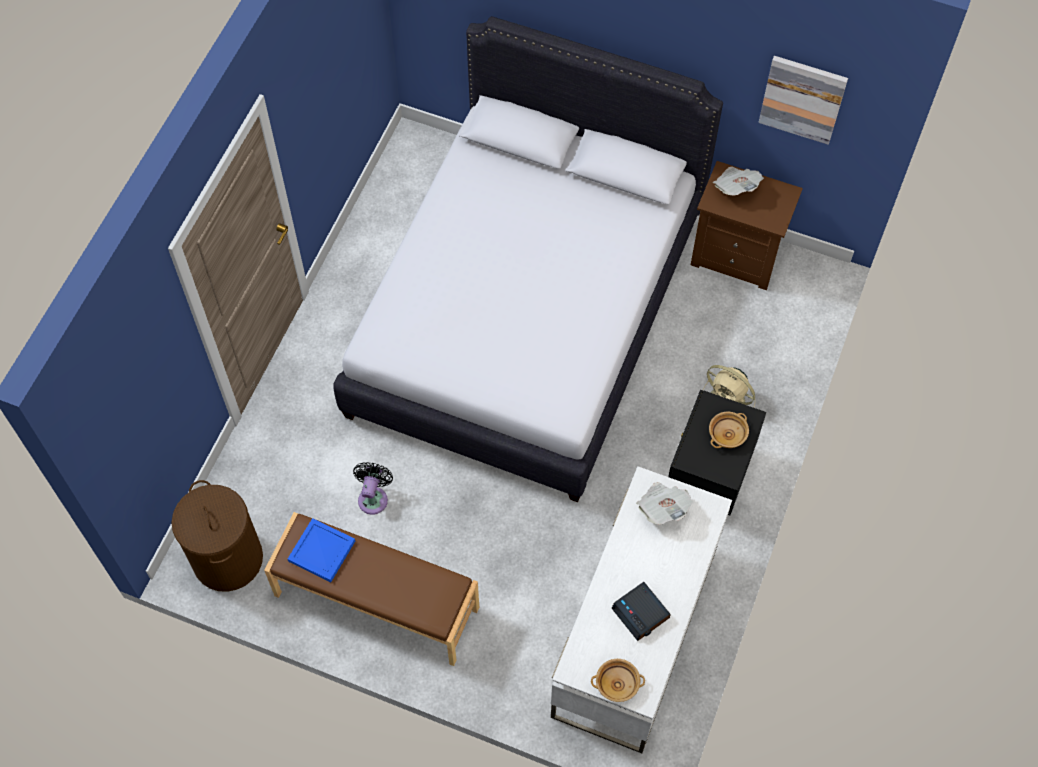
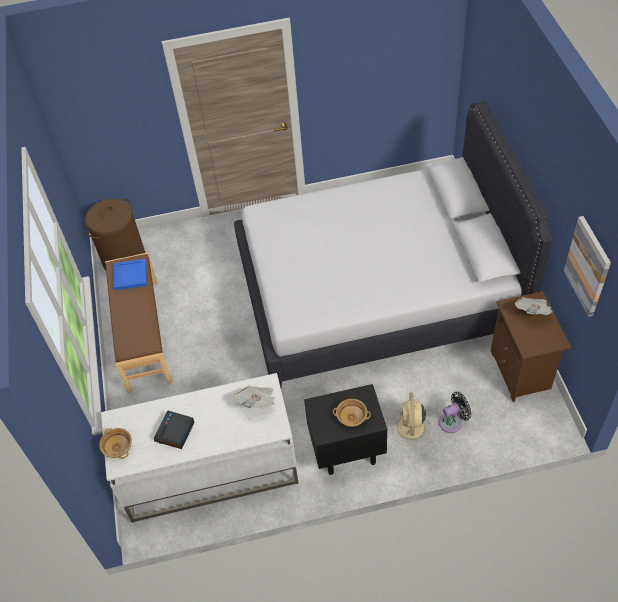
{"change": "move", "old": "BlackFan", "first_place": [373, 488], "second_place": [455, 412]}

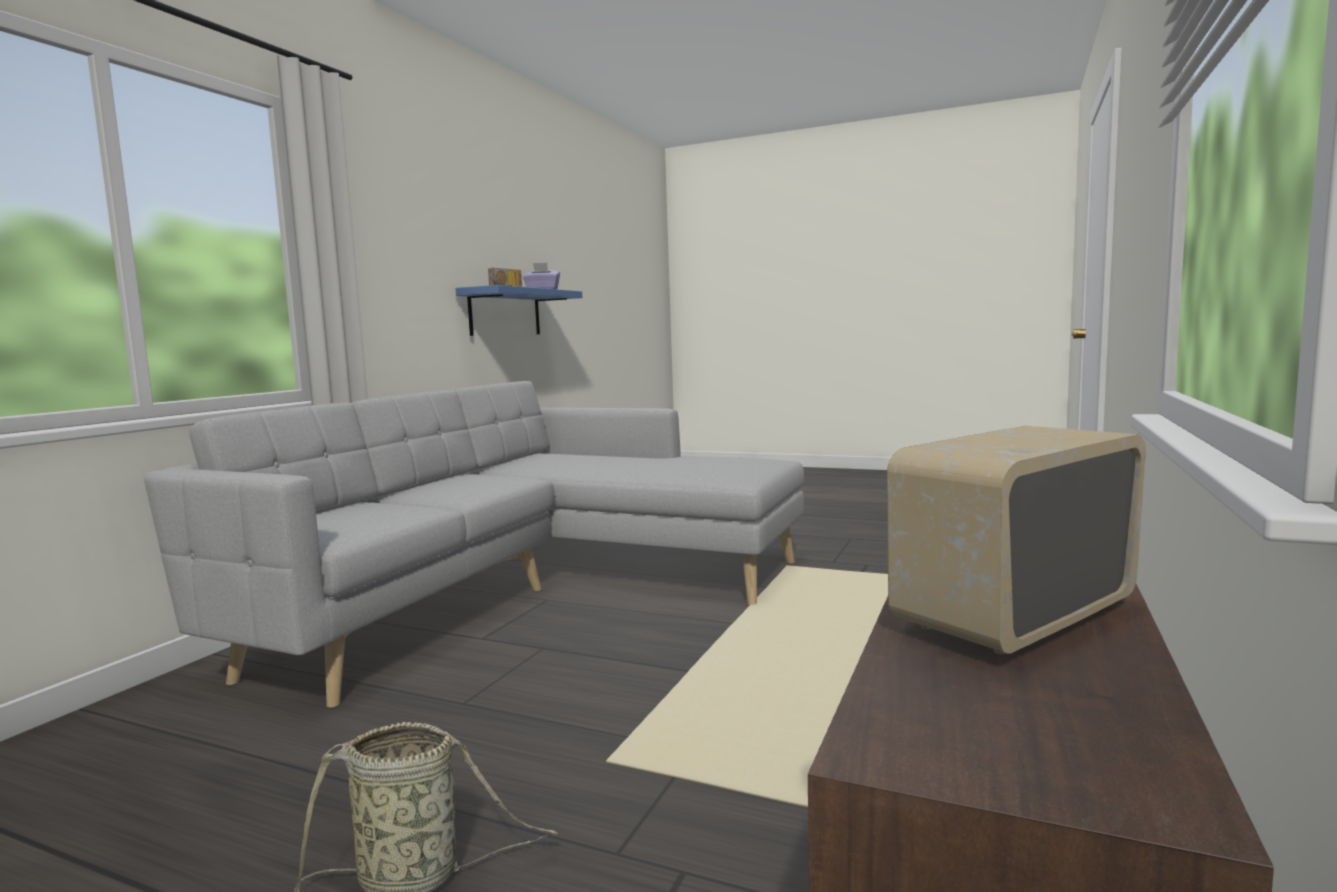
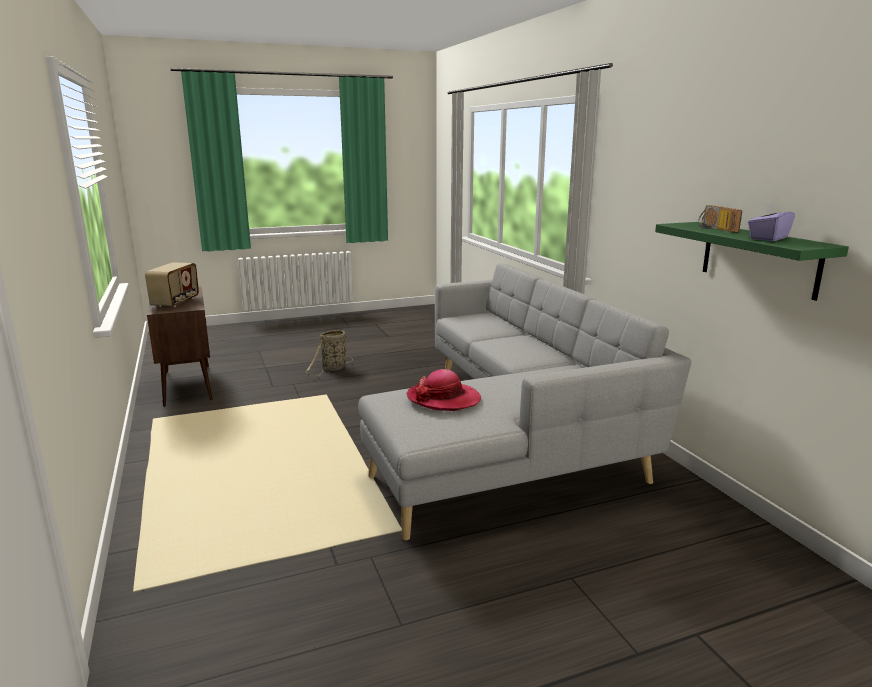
{"change": "recolor", "old": "BlueShelf", "new": "GreenShelf", "first_place": [518, 310], "second_place": [752, 261]}
{"change": "insert", "new": "Hat", "second_place": [444, 390]}

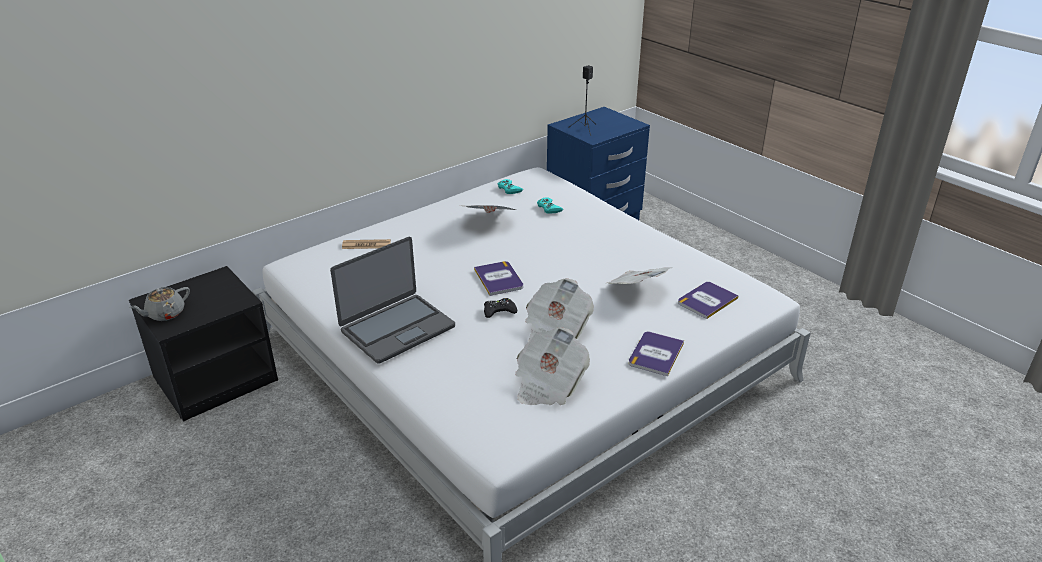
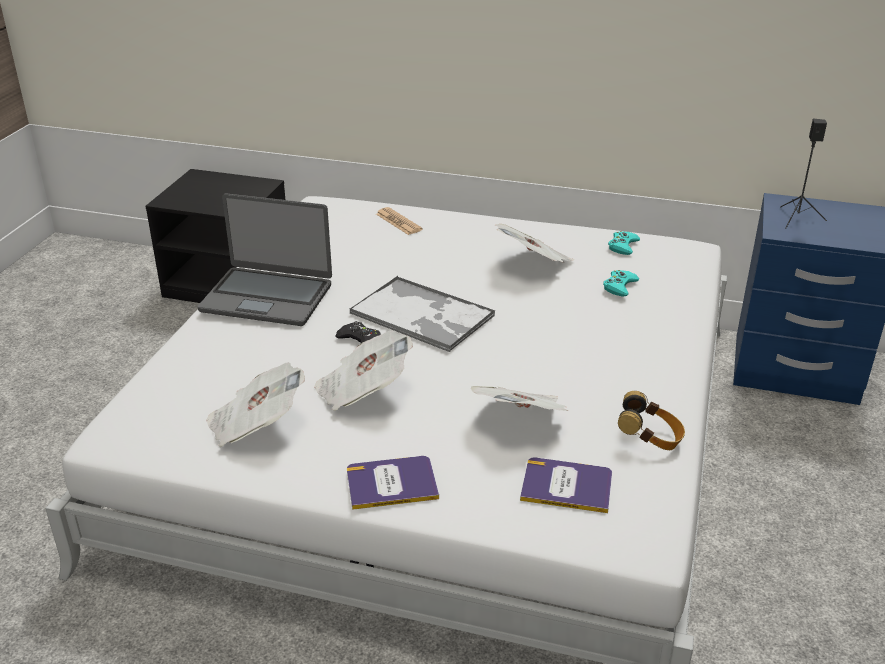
{"change": "replace", "old": "Book", "new": "Tray", "first_place": [498, 278], "second_place": [422, 314]}
{"change": "delete", "old": "GreyTeapot", "first_place": [159, 304]}
{"change": "insert", "new": "Headphones", "second_place": [651, 420]}

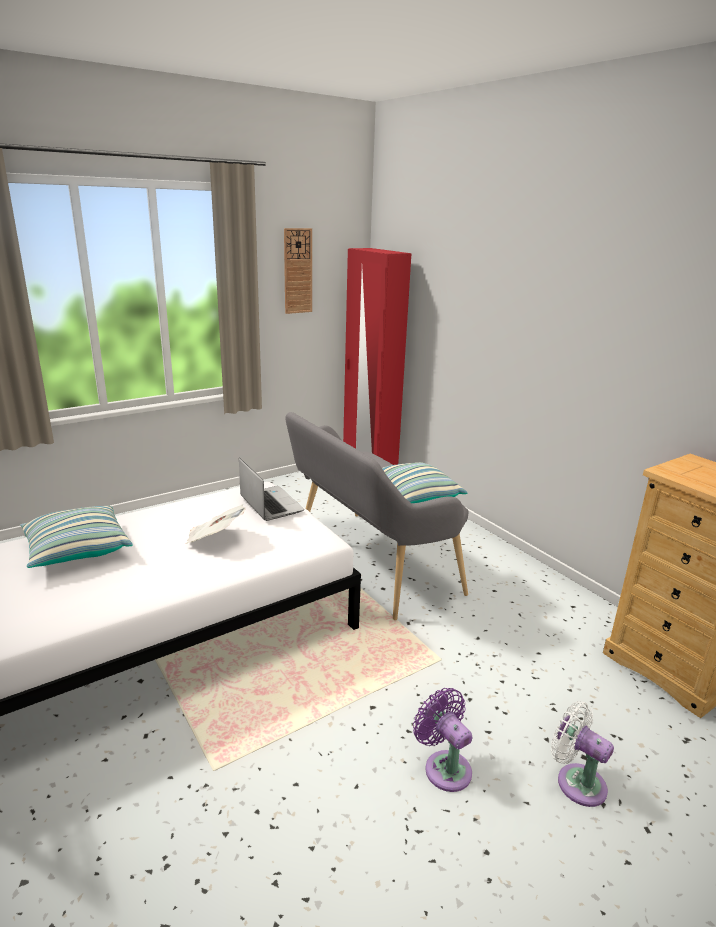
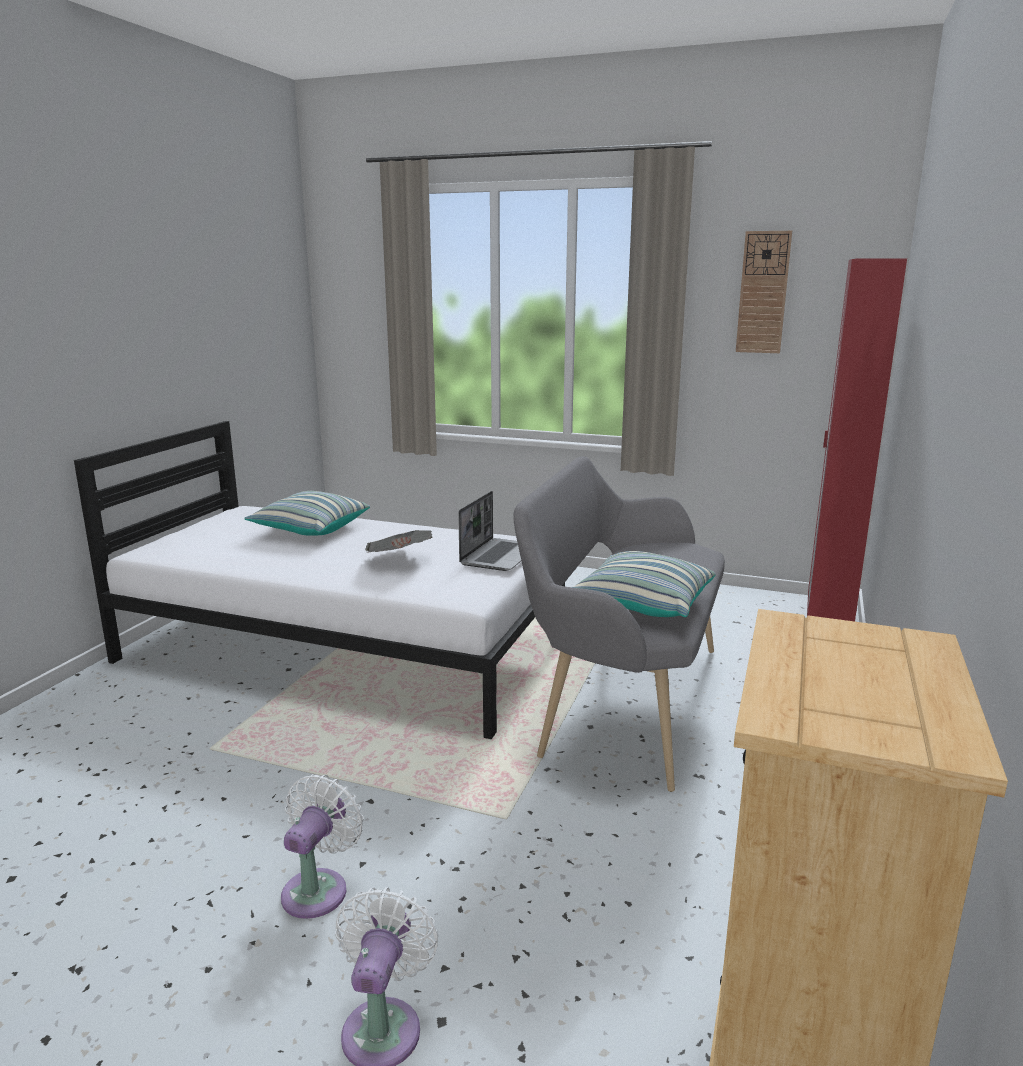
{"change": "recolor", "old": "PurpleFan", "new": "WhiteFan", "first_place": [442, 740], "second_place": [322, 846]}

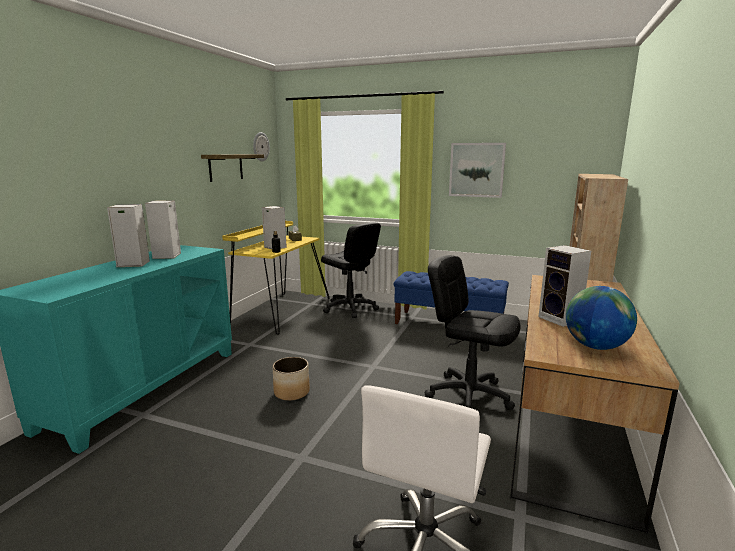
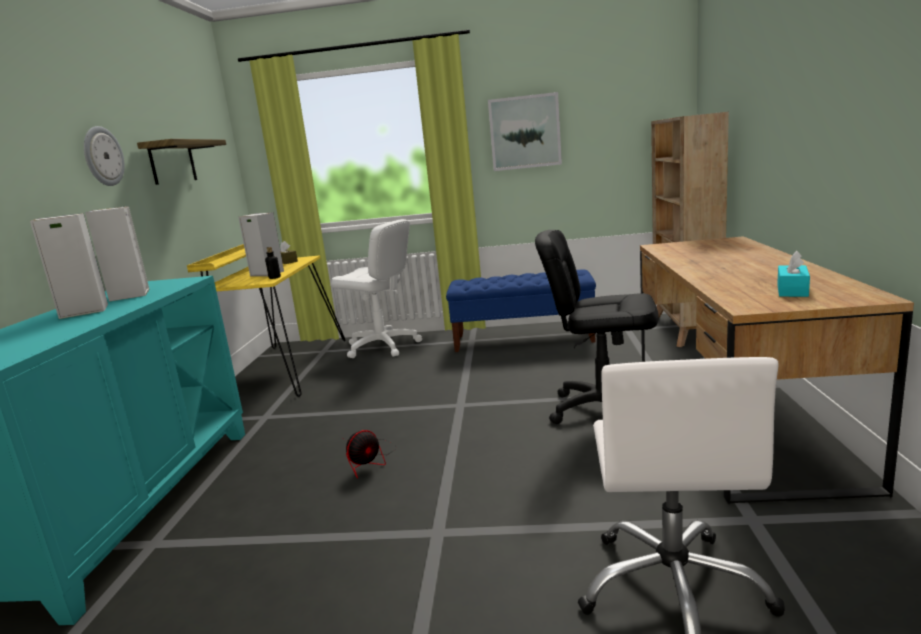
{"change": "move", "old": "WallClock", "first_place": [261, 146], "second_place": [104, 156]}
{"change": "recolor", "old": "BlackOfficeChair", "new": "WhiteOfficeChair", "first_place": [351, 270], "second_place": [376, 288]}
{"change": "delete", "old": "Speaker", "first_place": [565, 286]}
{"change": "replace", "old": "Globe", "new": "TurquoiseTissueBox", "first_place": [601, 318], "second_place": [793, 274]}
{"change": "replace", "old": "Planter", "new": "Fan", "first_place": [291, 379], "second_place": [370, 454]}

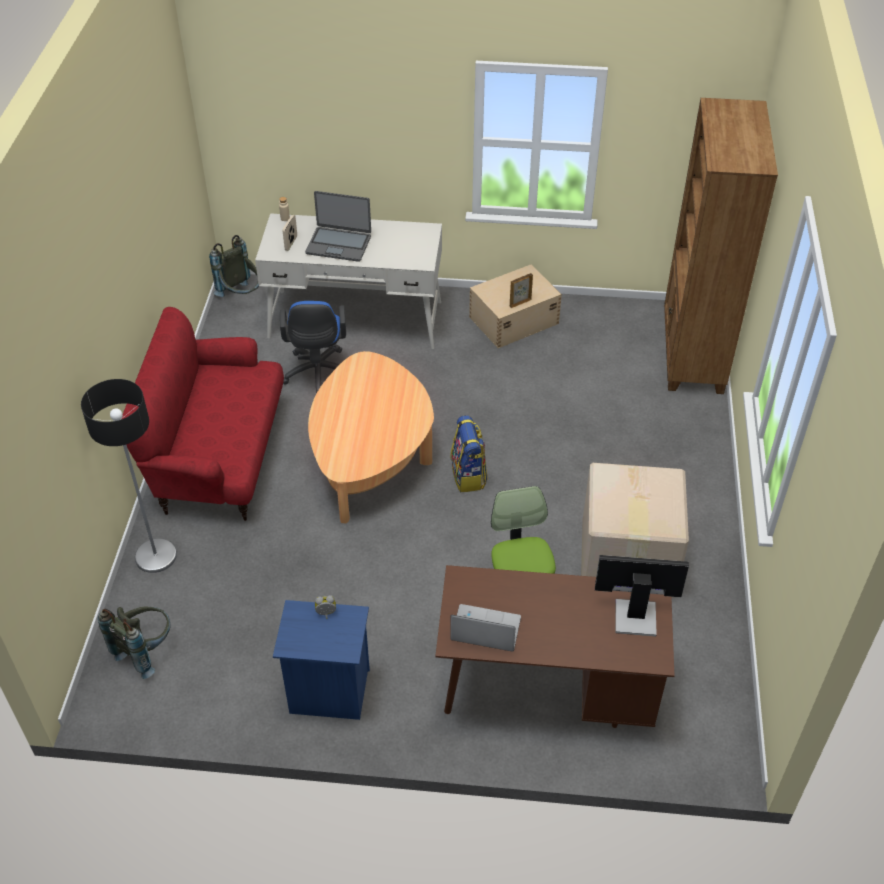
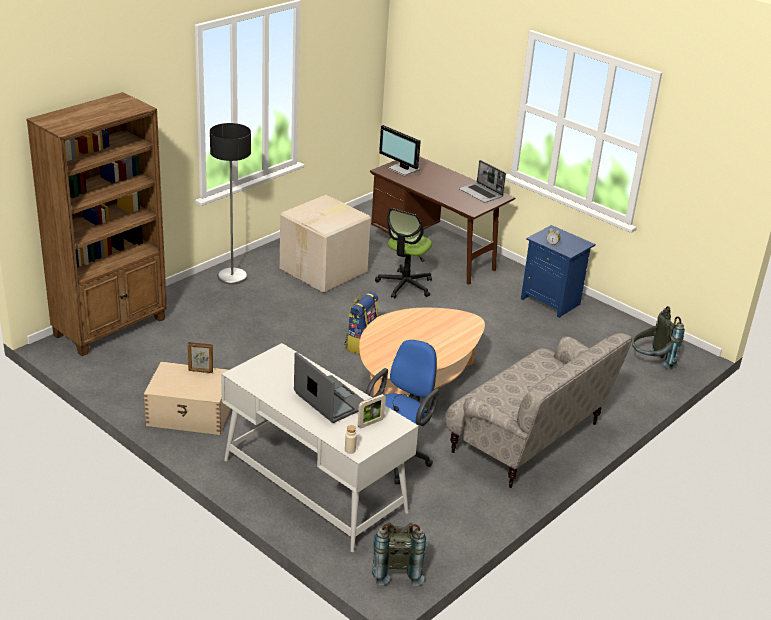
{"change": "recolor", "old": "RedSofa", "new": "BeigeSofa", "first_place": [203, 414], "second_place": [538, 410]}
{"change": "move", "old": "FloorLamp", "first_place": [129, 476], "second_place": [230, 203]}

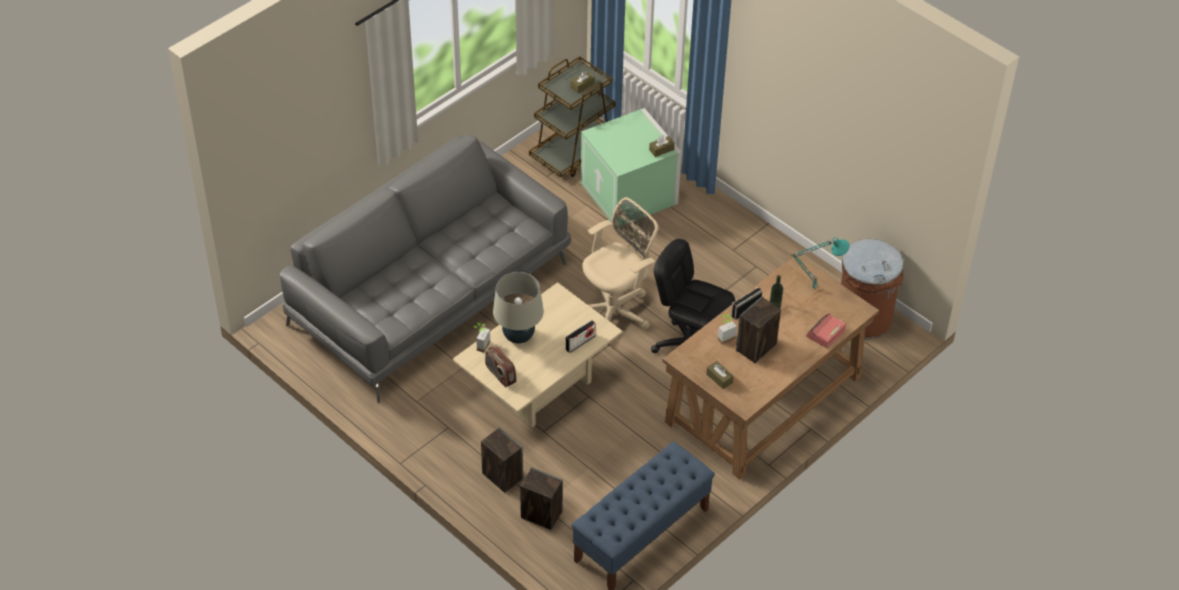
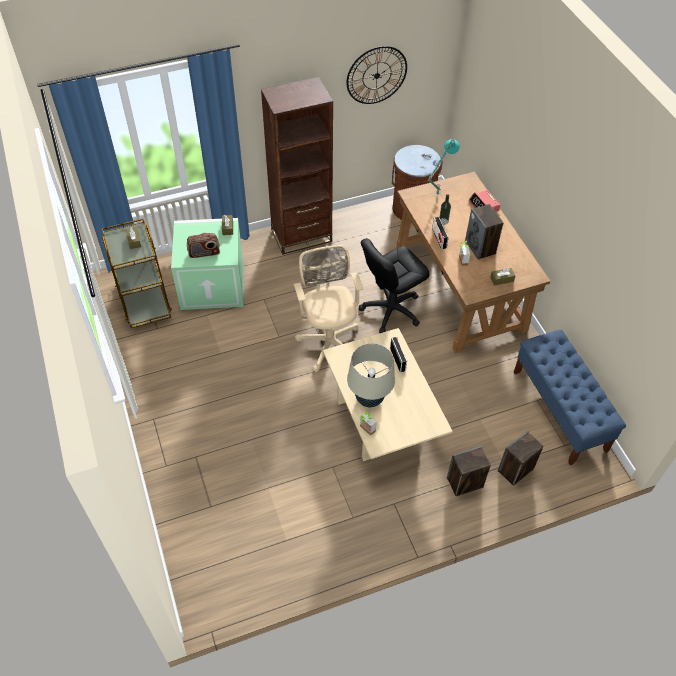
{"change": "delete", "old": "GreySofa", "first_place": [425, 268]}
{"change": "move", "old": "Radio", "first_place": [501, 366], "second_place": [203, 245]}
{"change": "insert", "new": "WallClock", "second_place": [376, 75]}
{"change": "insert", "new": "BrownBookcase", "second_place": [297, 166]}

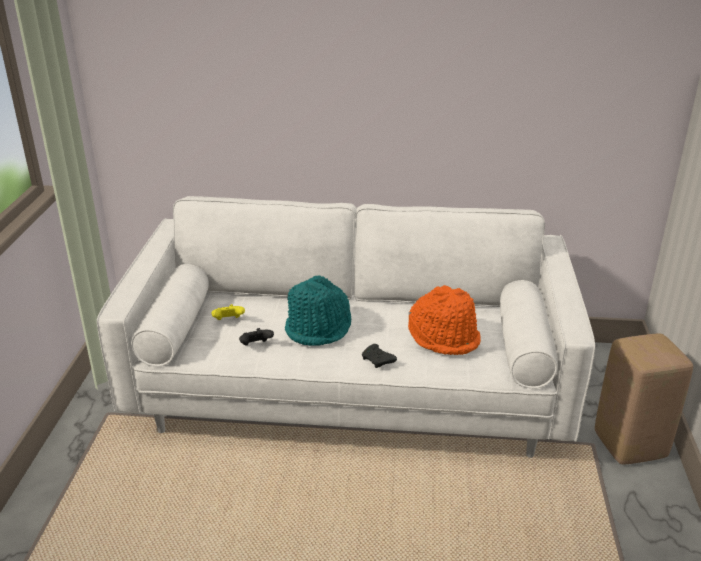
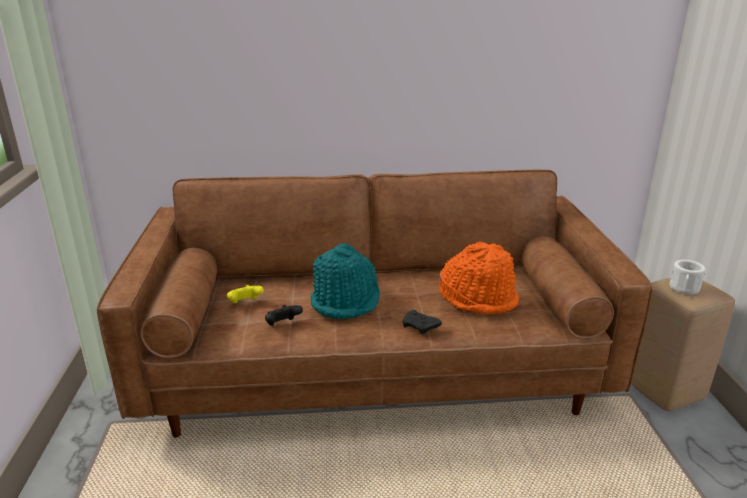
{"change": "recolor", "old": "WhiteSofa", "new": "BrownSofa", "first_place": [346, 327], "second_place": [374, 303]}
{"change": "insert", "new": "WhiteMug", "second_place": [687, 277]}

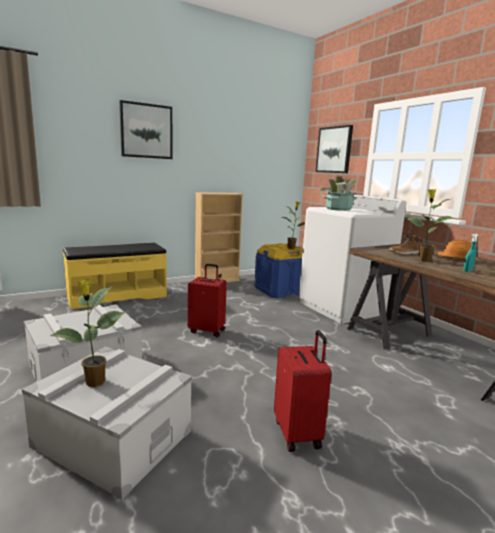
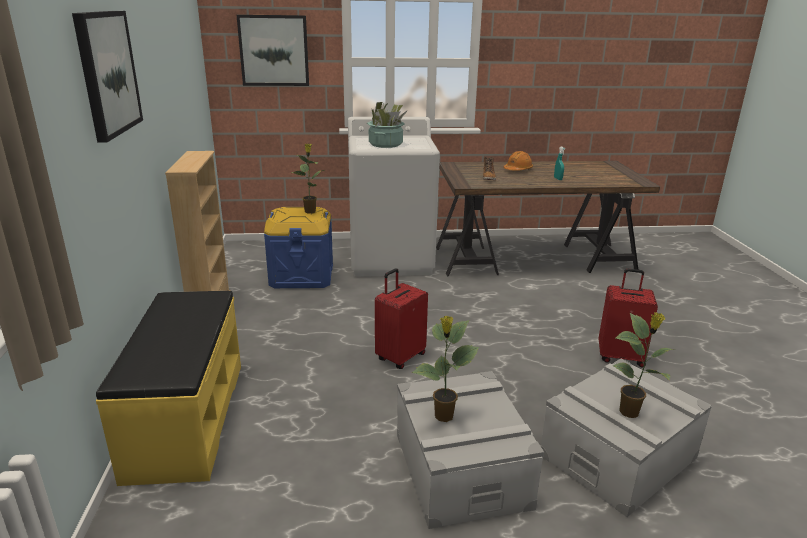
{"change": "move", "old": "PottedPlant", "first_place": [430, 225], "second_place": [445, 369]}

